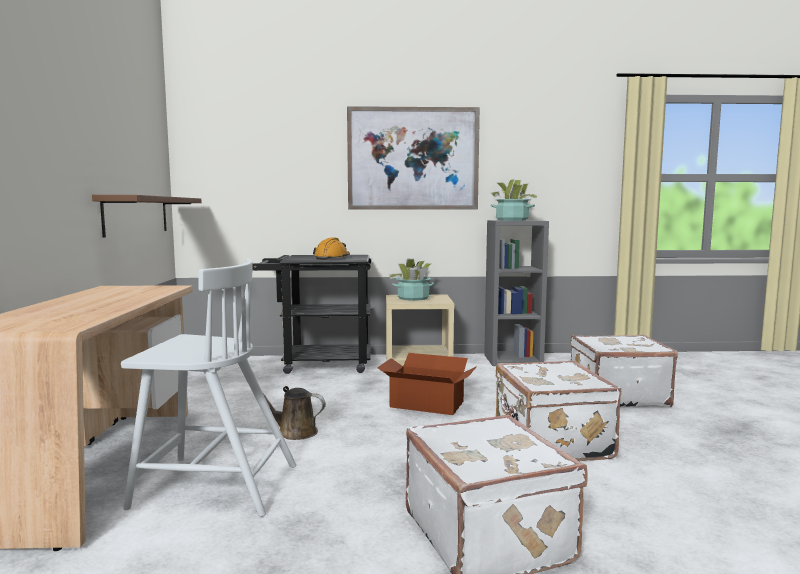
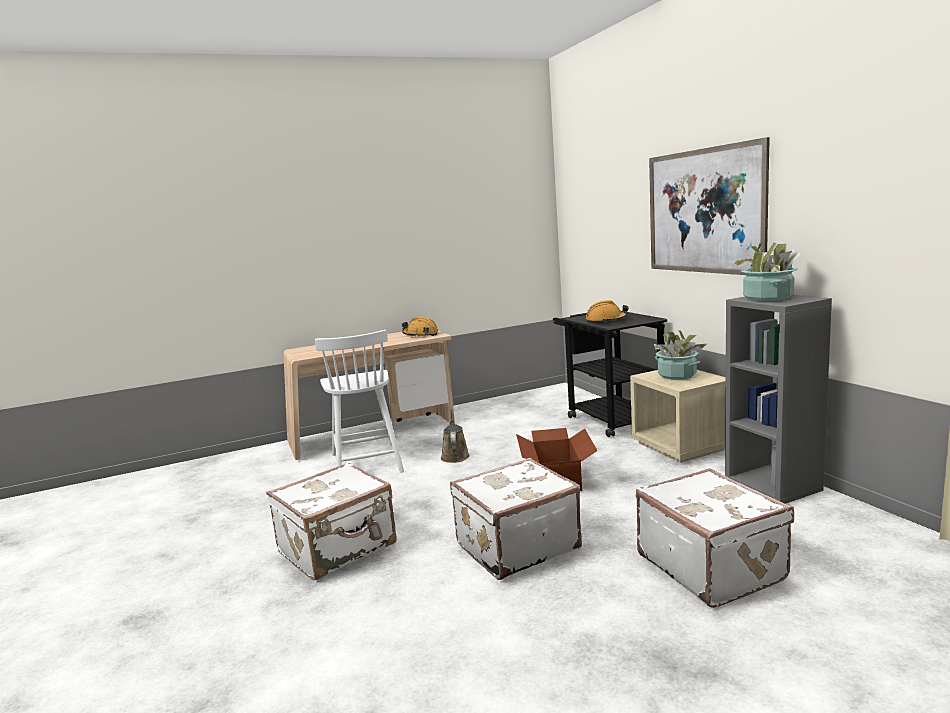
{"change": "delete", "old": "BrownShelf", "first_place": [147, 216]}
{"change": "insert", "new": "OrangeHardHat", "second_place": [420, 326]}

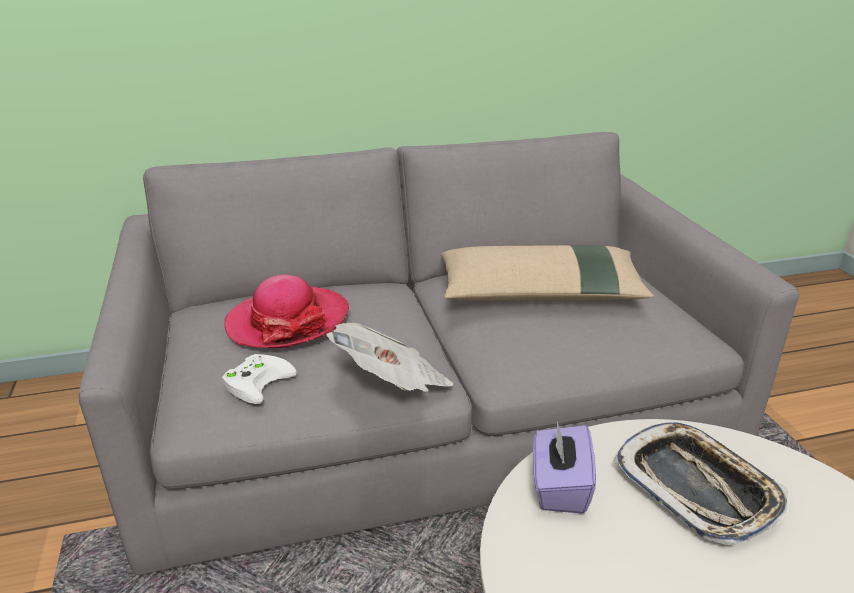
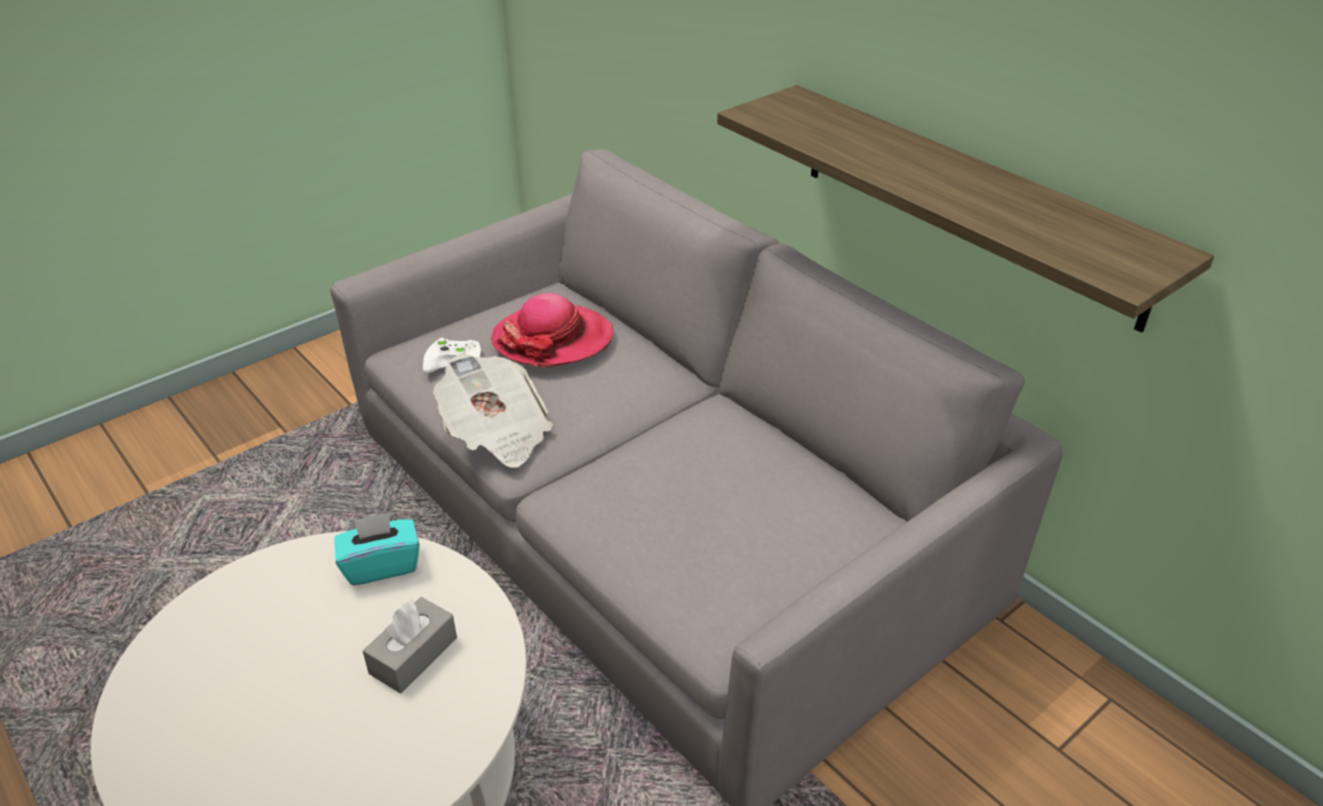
{"change": "delete", "old": "BeigePillow", "first_place": [547, 273]}
{"change": "recolor", "old": "PurpleTissueBox", "new": "TurquoiseTissueBox", "first_place": [564, 467], "second_place": [377, 549]}
{"change": "replace", "old": "Tray", "new": "GreyTissueBox", "first_place": [701, 483], "second_place": [410, 645]}
{"change": "insert", "new": "Shelf", "second_place": [965, 209]}

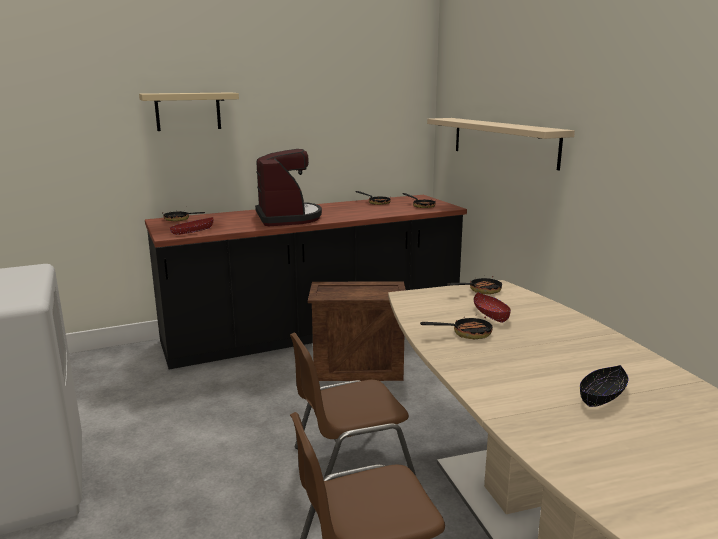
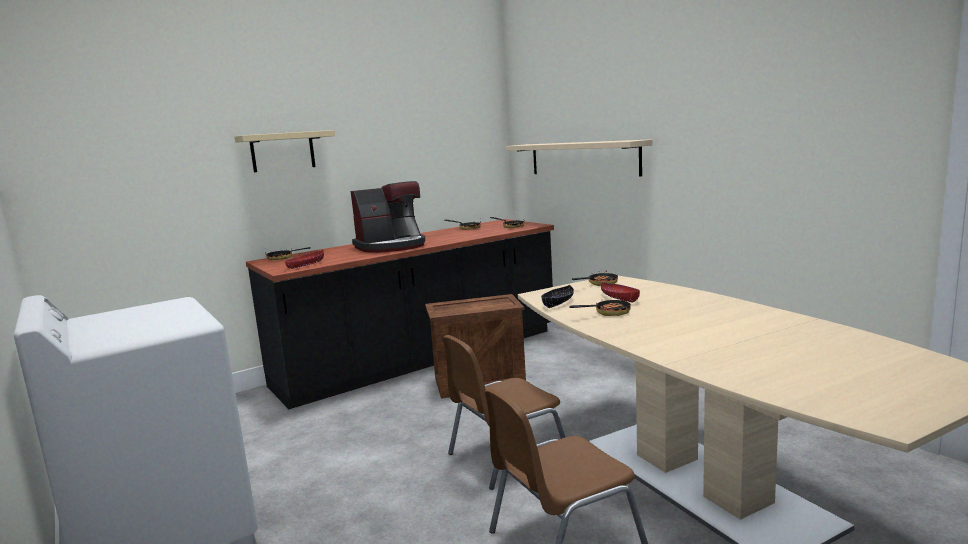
{"change": "rotate", "old": "CoffeeMachine", "first_place": [288, 187], "second_place": [388, 217], "degrees": 90}
{"change": "move", "old": "BlackBowl", "first_place": [604, 386], "second_place": [557, 296]}

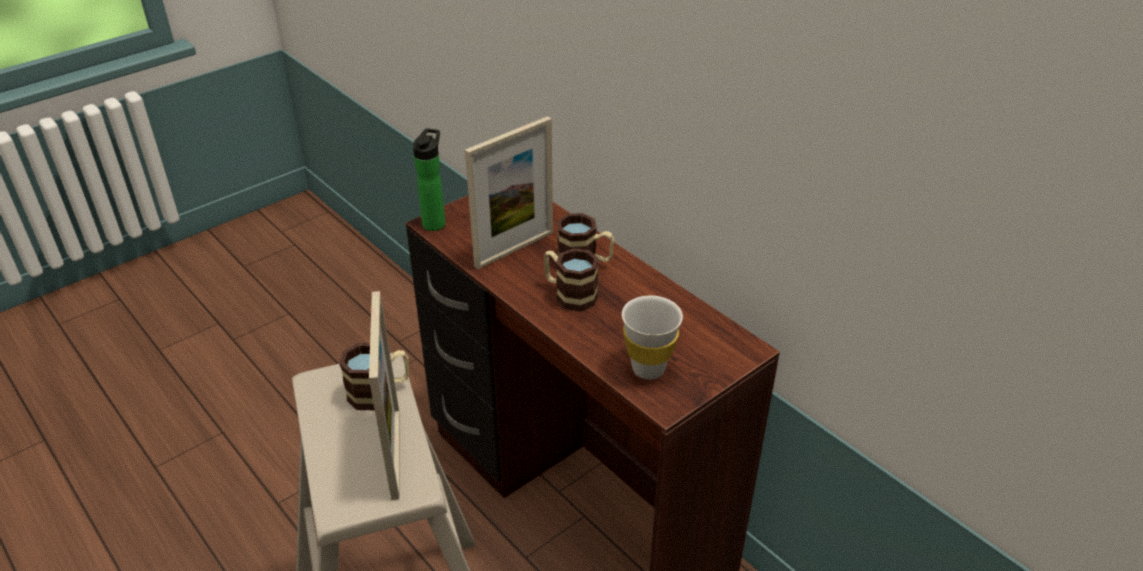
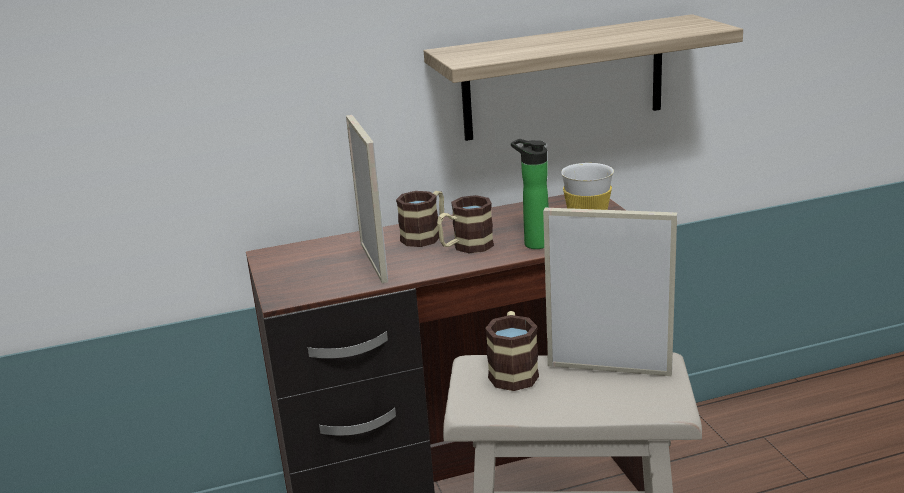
{"change": "move", "old": "Bottle", "first_place": [429, 179], "second_place": [530, 194]}
{"change": "insert", "new": "Shelf", "second_place": [583, 77]}

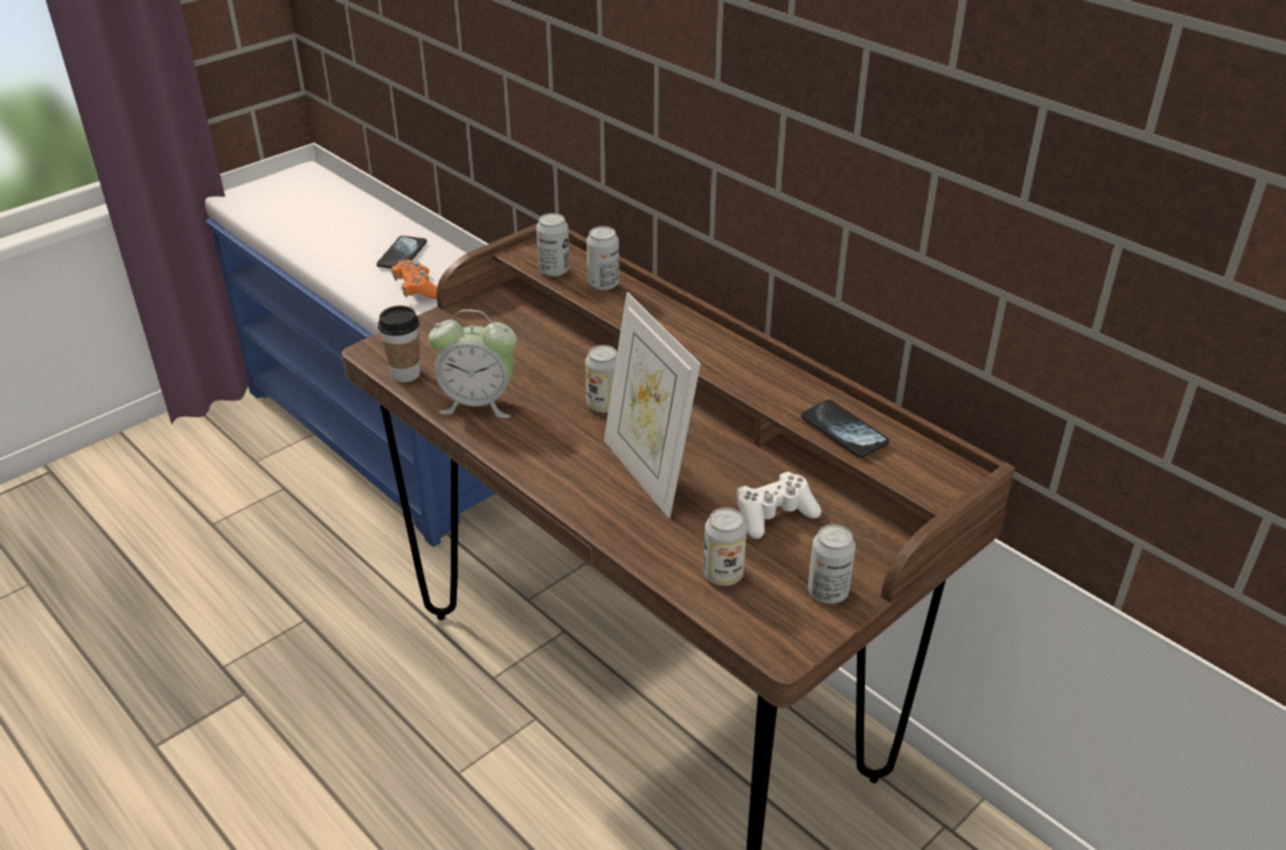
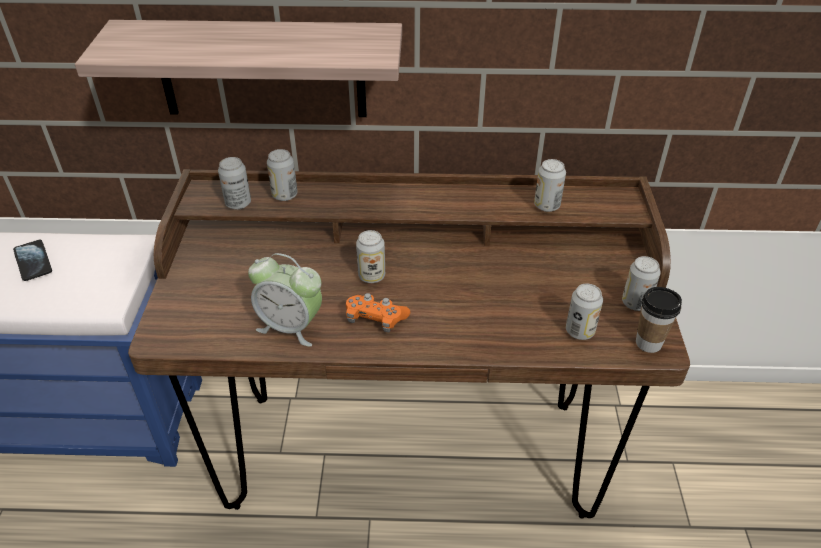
{"change": "move", "old": "OrangeGameController", "first_place": [414, 279], "second_place": [378, 312]}
{"change": "delete", "old": "PictureFrame", "first_place": [652, 405]}
{"change": "move", "old": "Cup", "first_place": [399, 344], "second_place": [659, 320]}
{"change": "rotate", "old": "AlarmClock", "first_place": [473, 364], "second_place": [285, 300], "degrees": 60}
{"change": "replace", "old": "Phone", "new": "Can", "first_place": [845, 429], "second_place": [550, 185]}
{"change": "delete", "old": "WhiteGameController", "first_place": [779, 505]}
{"change": "insert", "new": "Shelf", "second_place": [238, 68]}

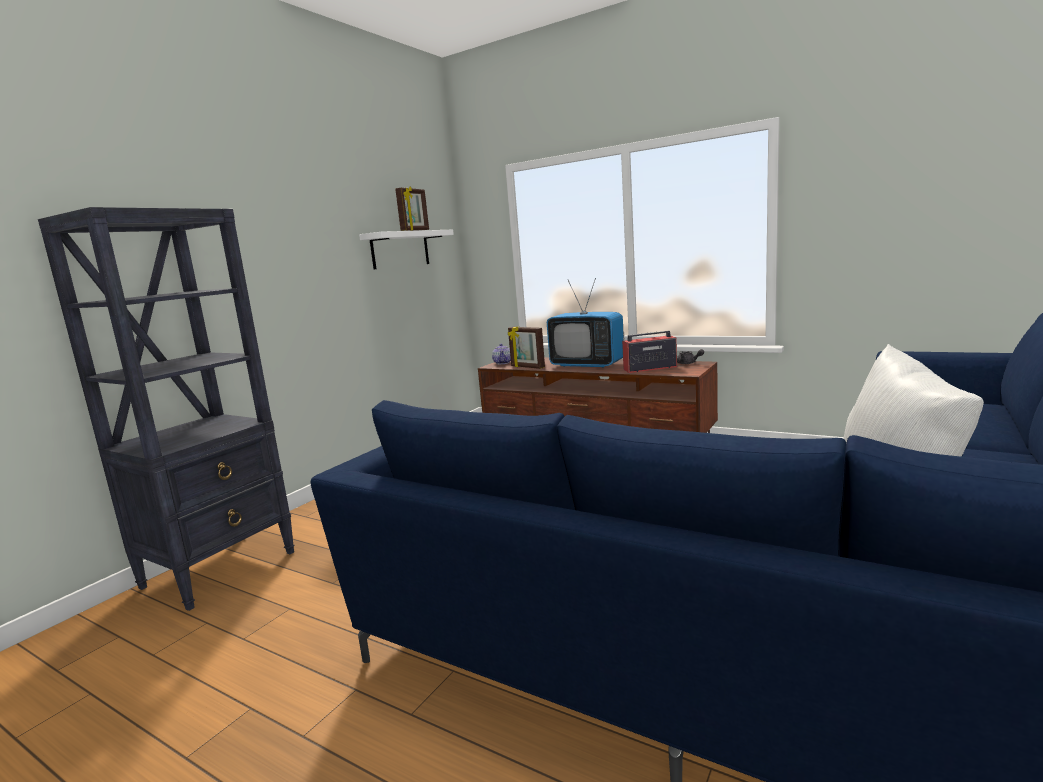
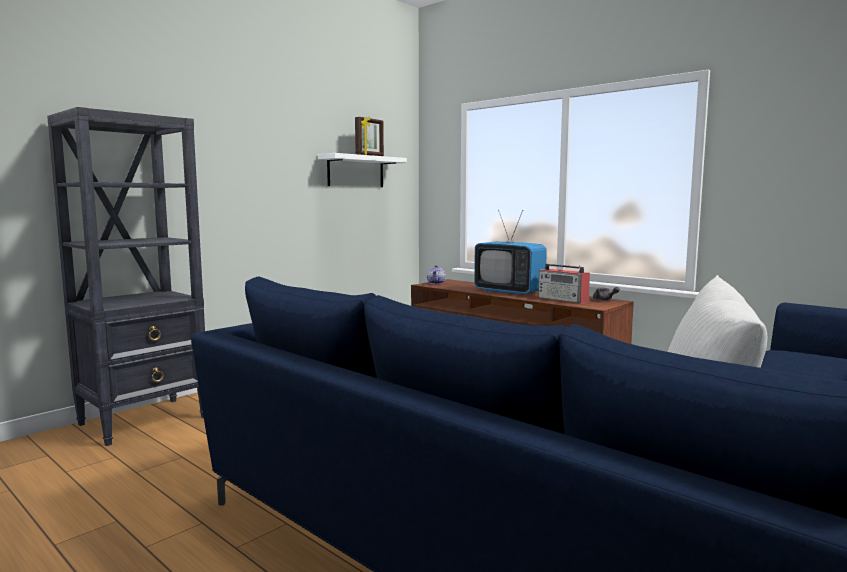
{"change": "delete", "old": "PictureFrame", "first_place": [526, 348]}
{"change": "rotate", "old": "Radio", "first_place": [649, 352], "second_place": [564, 284], "degrees": -135}

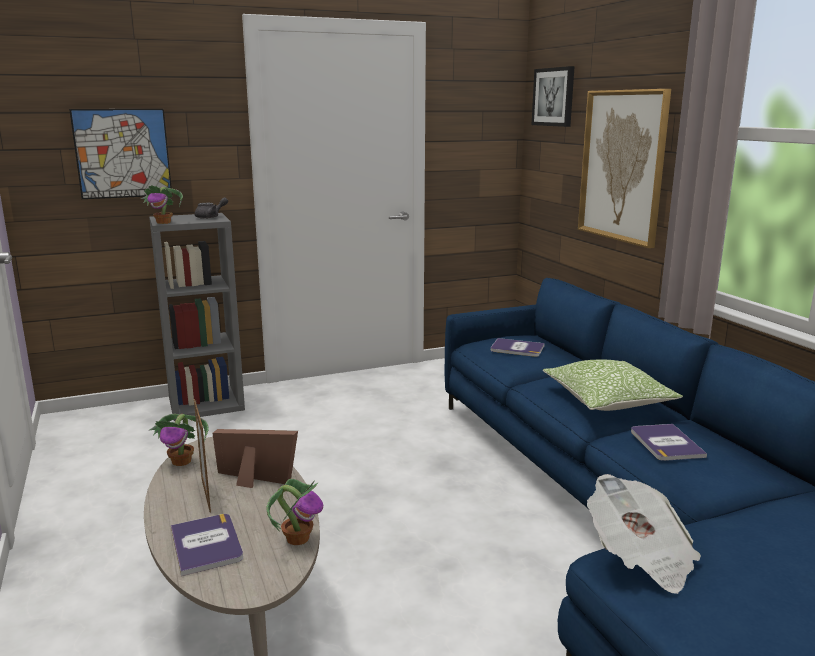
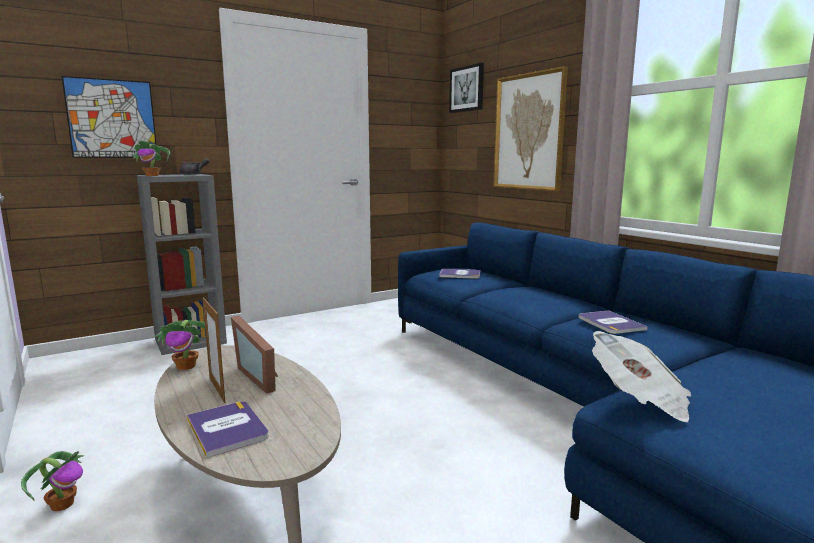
{"change": "delete", "old": "Pillow", "first_place": [612, 385]}
{"change": "rotate", "old": "PictureFrame", "first_place": [255, 458], "second_place": [254, 355], "degrees": -135}
{"change": "move", "old": "PottedPlant", "first_place": [294, 512], "second_place": [53, 480]}

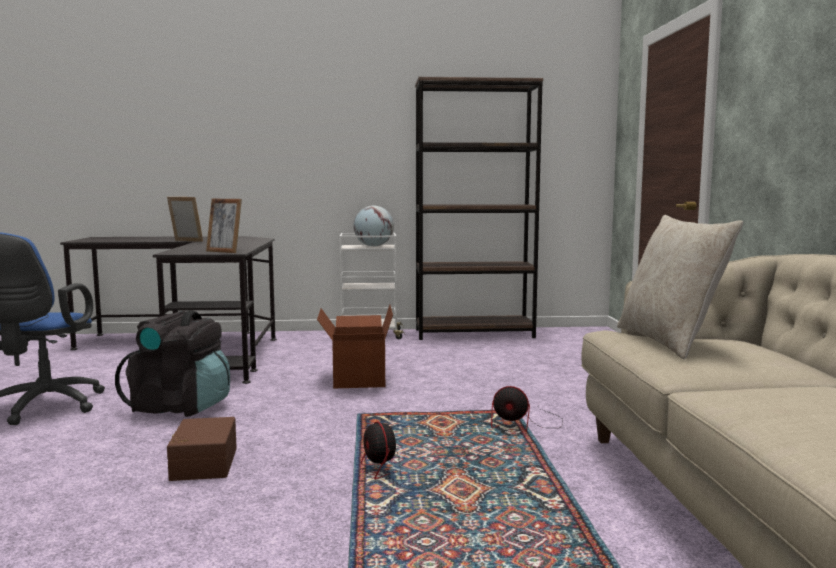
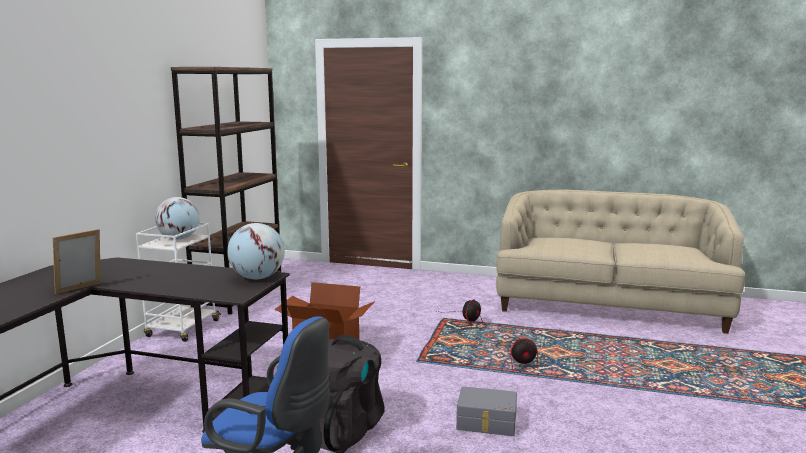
{"change": "replace", "old": "PictureFrame", "new": "Globe", "first_place": [224, 226], "second_place": [256, 251]}
{"change": "delete", "old": "BeigePillow", "first_place": [680, 287]}
{"change": "recolor", "old": "BrownStorageBox", "new": "GreyStorageBox", "first_place": [202, 449], "second_place": [486, 411]}

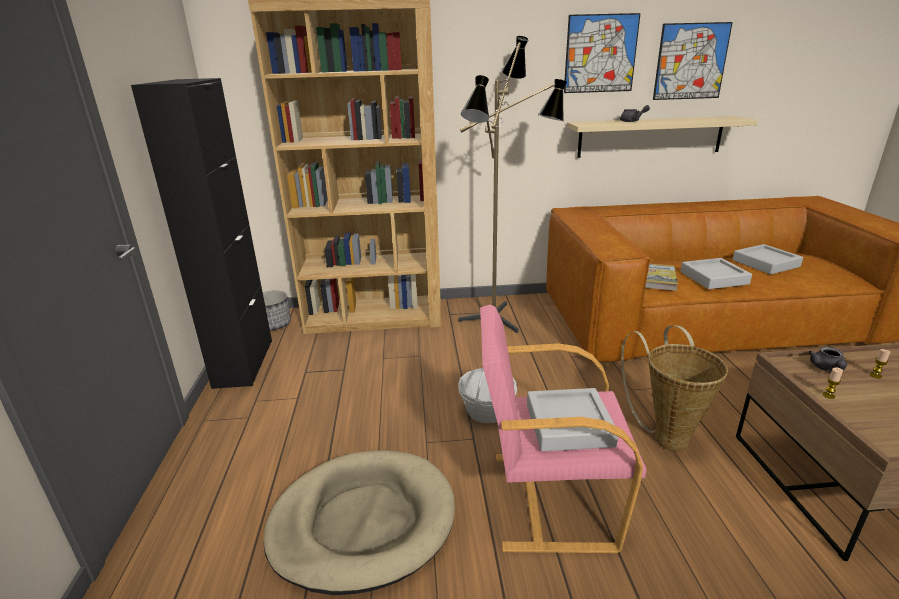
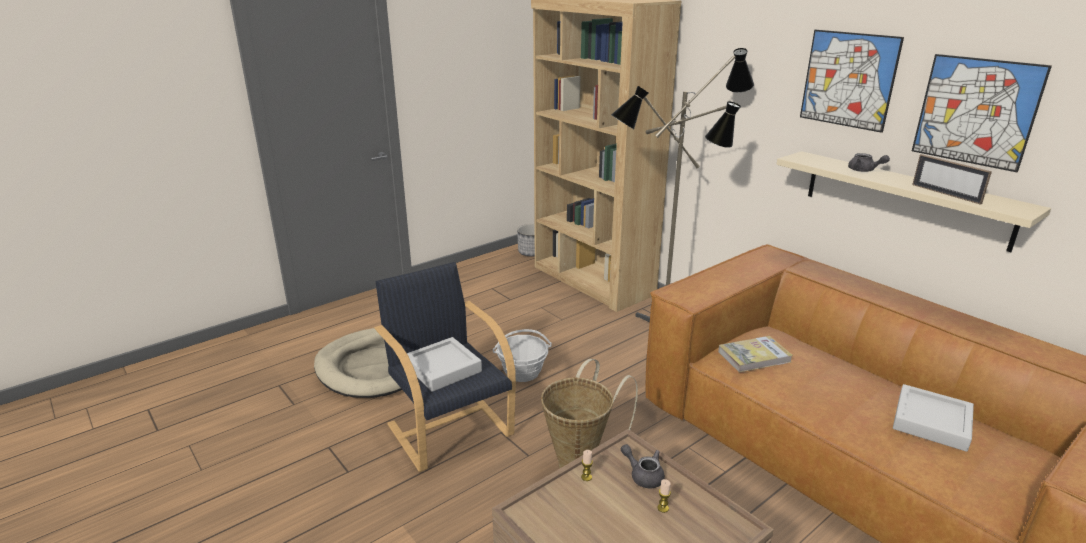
{"change": "delete", "old": "BlackCabinet", "first_place": [201, 233]}
{"change": "delete", "old": "GreyTray", "first_place": [716, 273]}
{"change": "recolor", "old": "PinkArmchair", "new": "BlackArmchair", "first_place": [563, 429], "second_place": [445, 367]}
{"change": "rotate", "old": "GreyTeapot", "first_place": [828, 359], "second_place": [643, 466], "degrees": 60}
{"change": "insert", "new": "PictureFrame", "second_place": [952, 179]}

